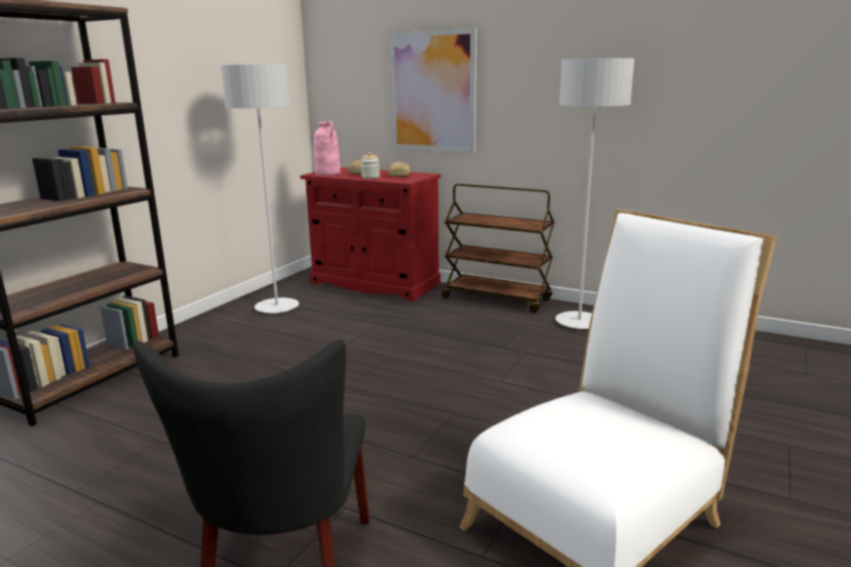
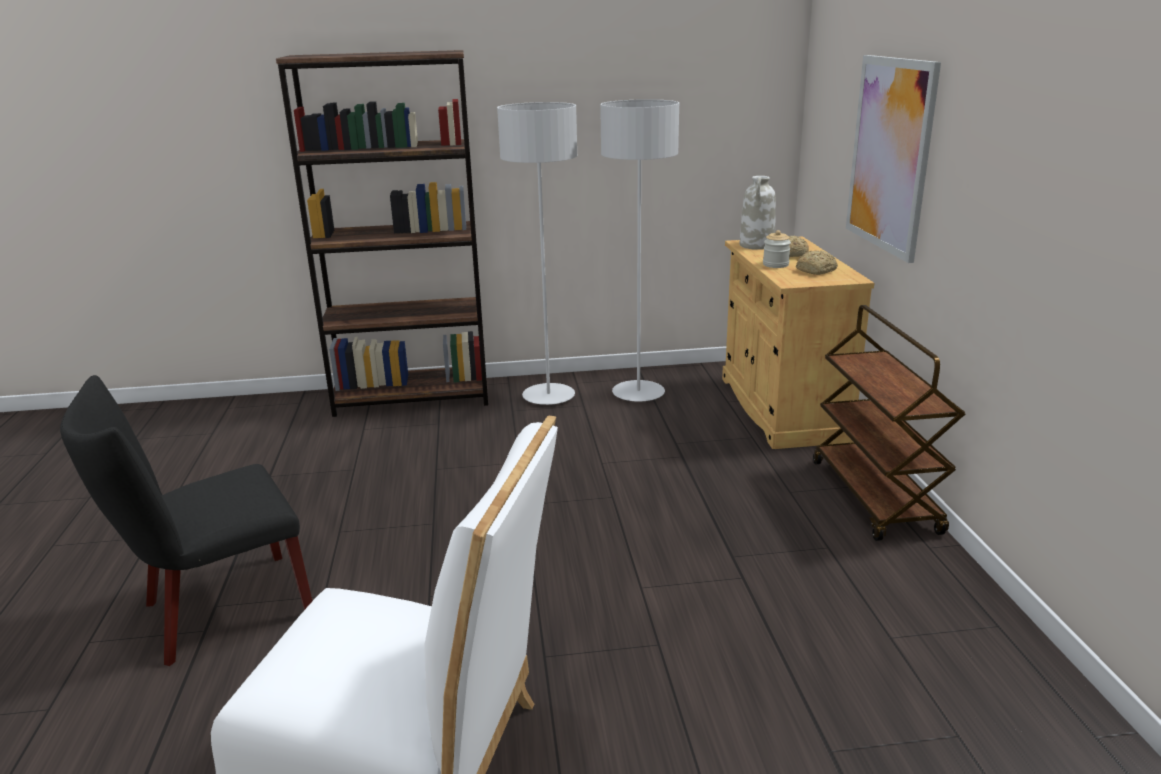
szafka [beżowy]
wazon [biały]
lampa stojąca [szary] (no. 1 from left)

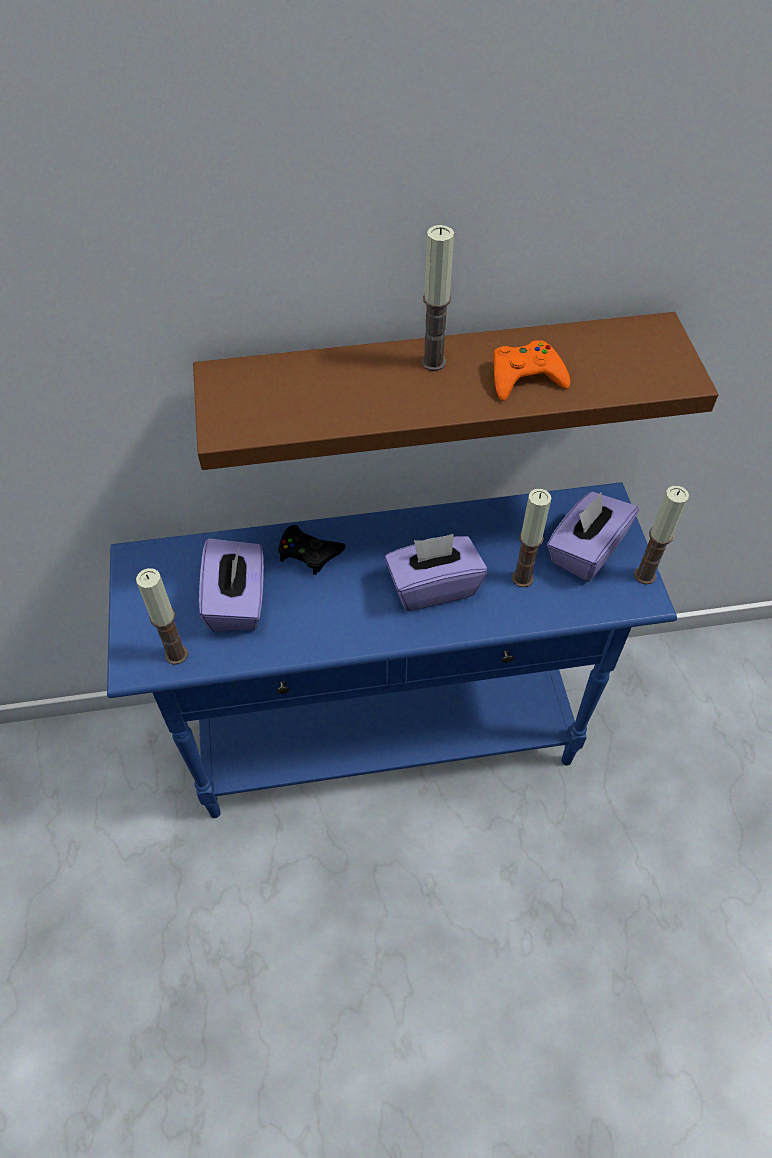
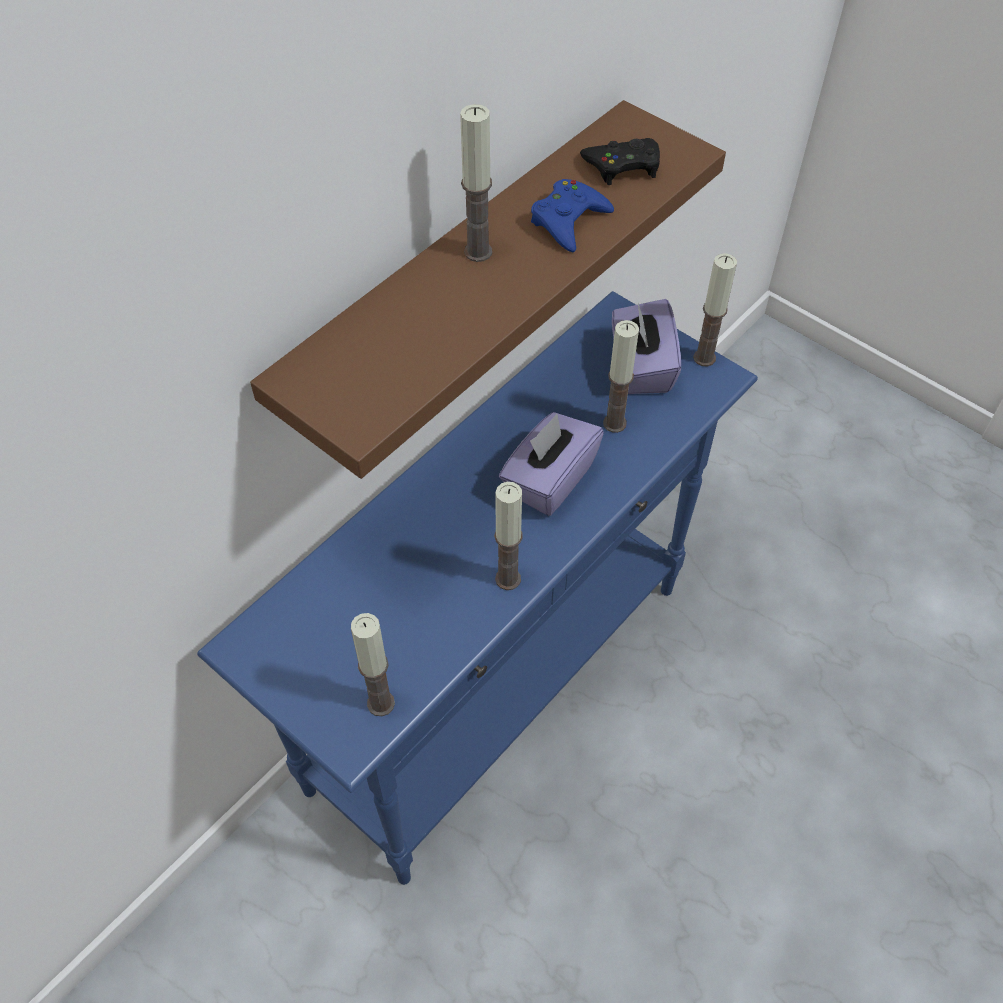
pudełko chusteczek [fioletowy] (no. 1 from left in the first image)
pad do gier [czarny]
pad do gier [niebieski]
świeca (no. 3 from left)

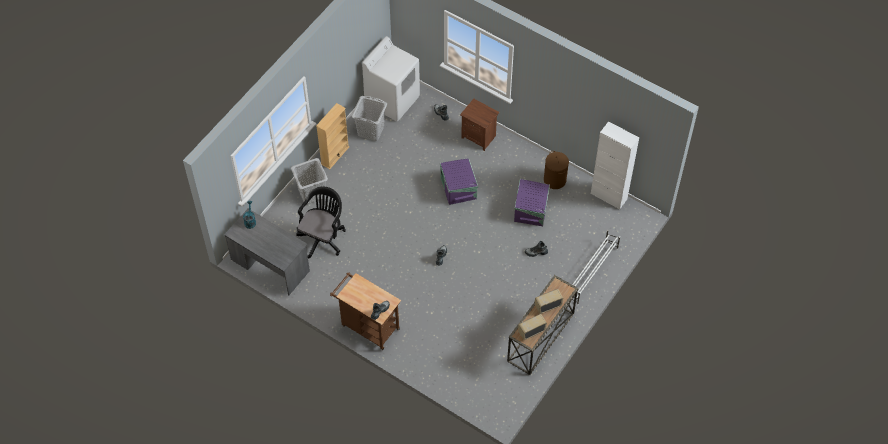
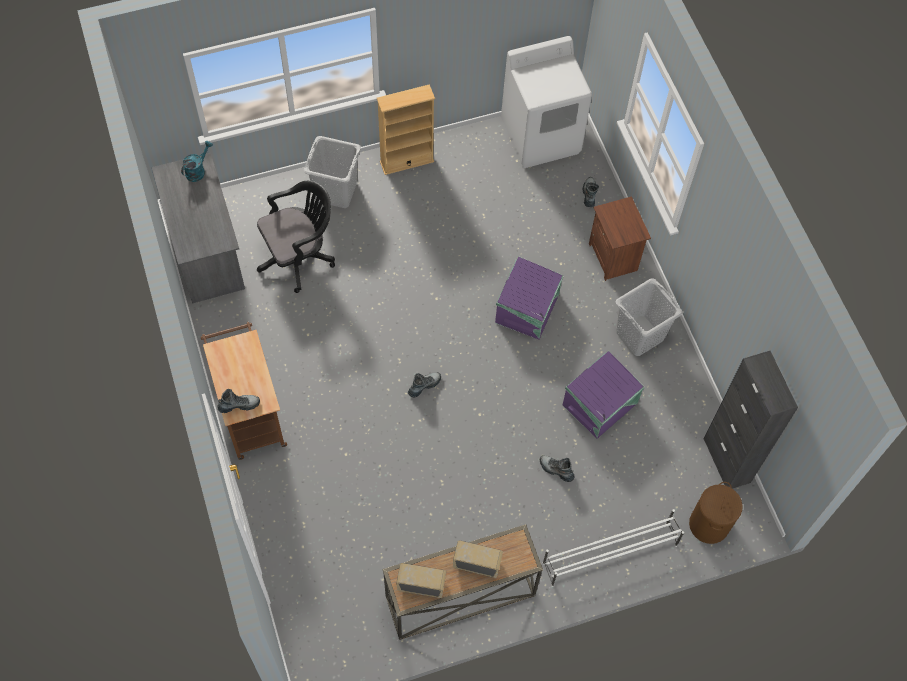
kosz na pranie [szary] (no. 2 from left)
kosz na pranie [brązowy]
szafka [czarny]

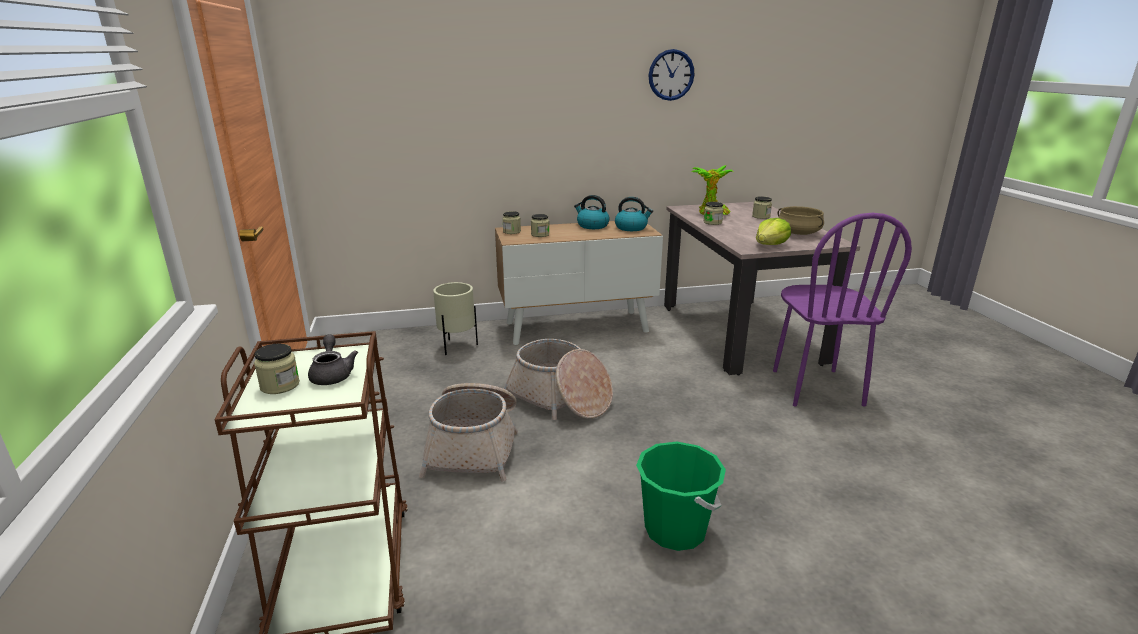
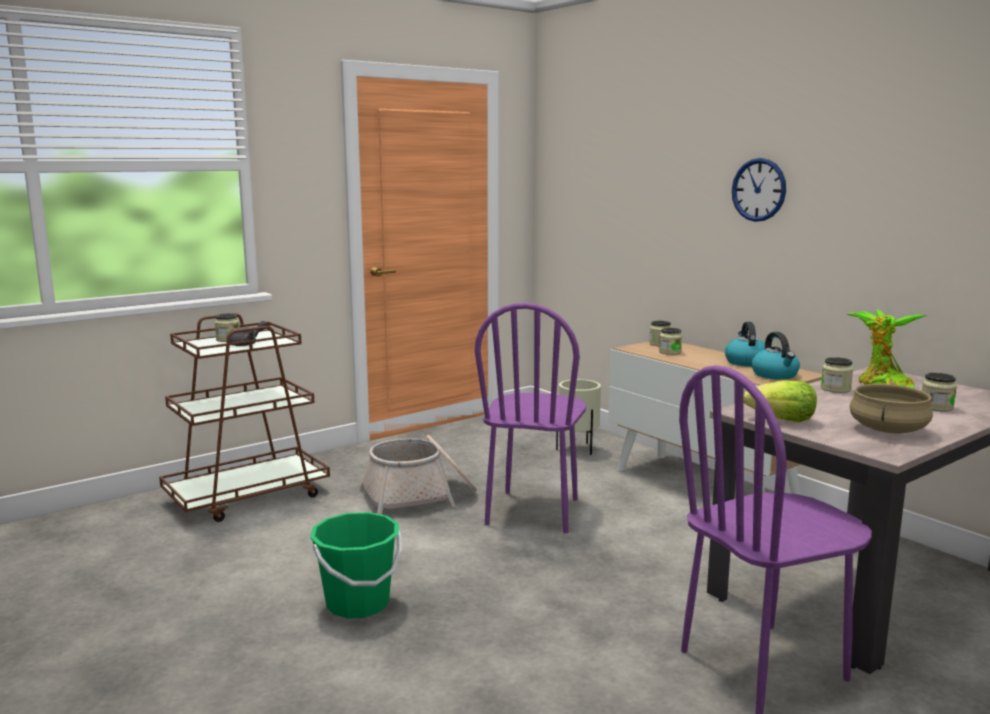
krzesło [fioletowy] (no. 1 from left)
zegar ścienny

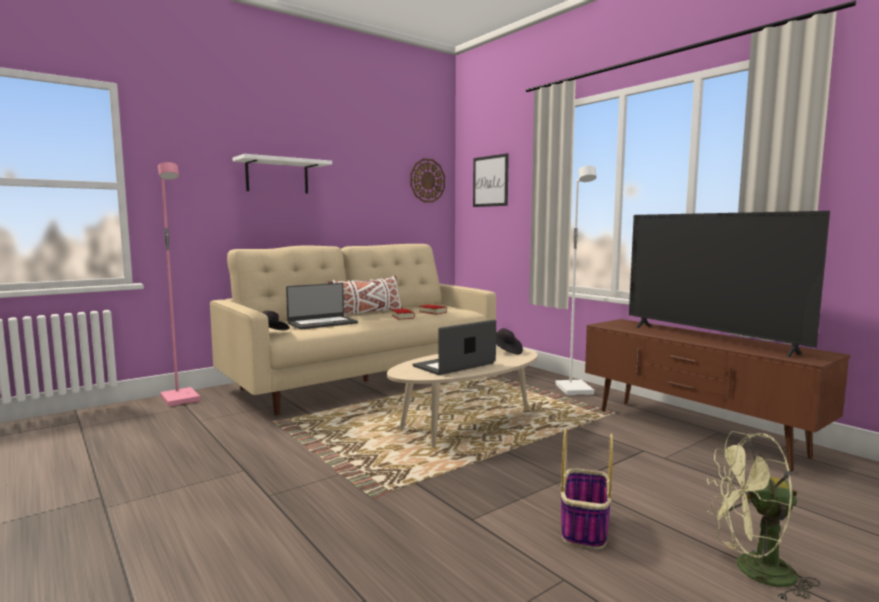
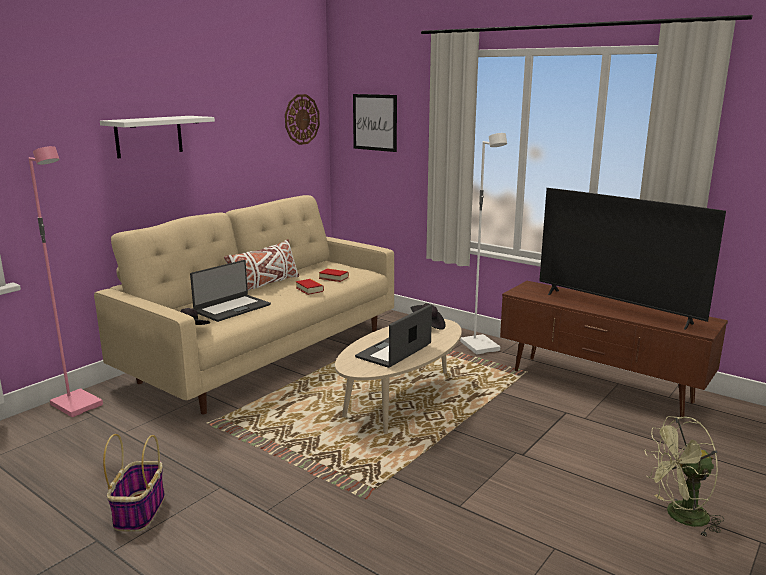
koszyk

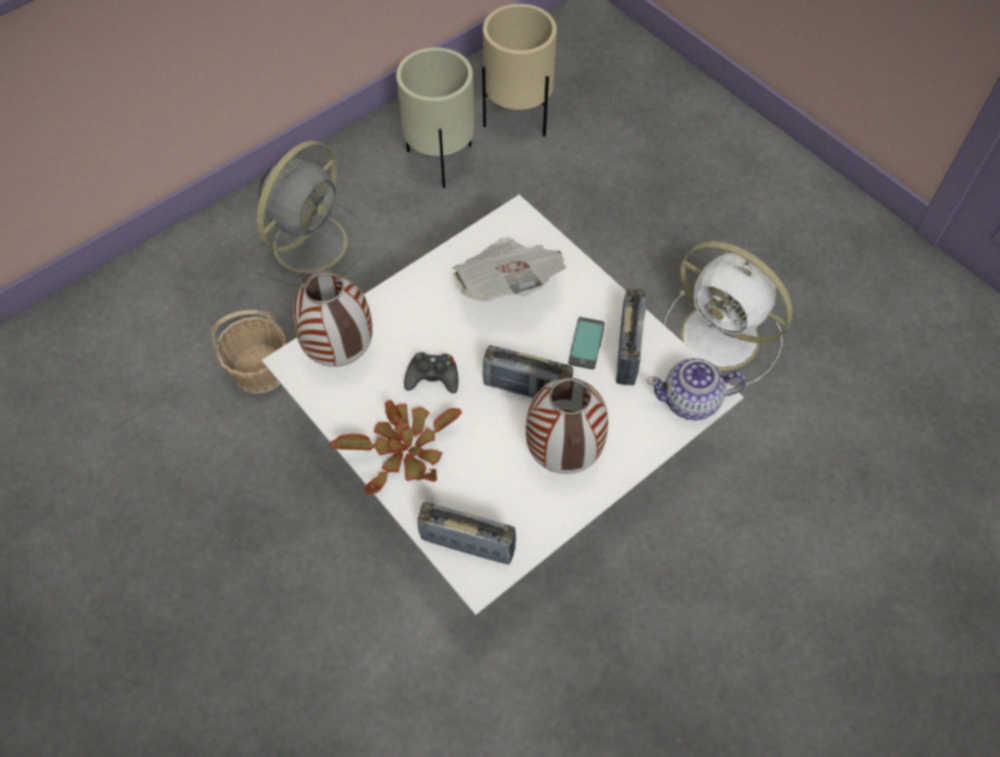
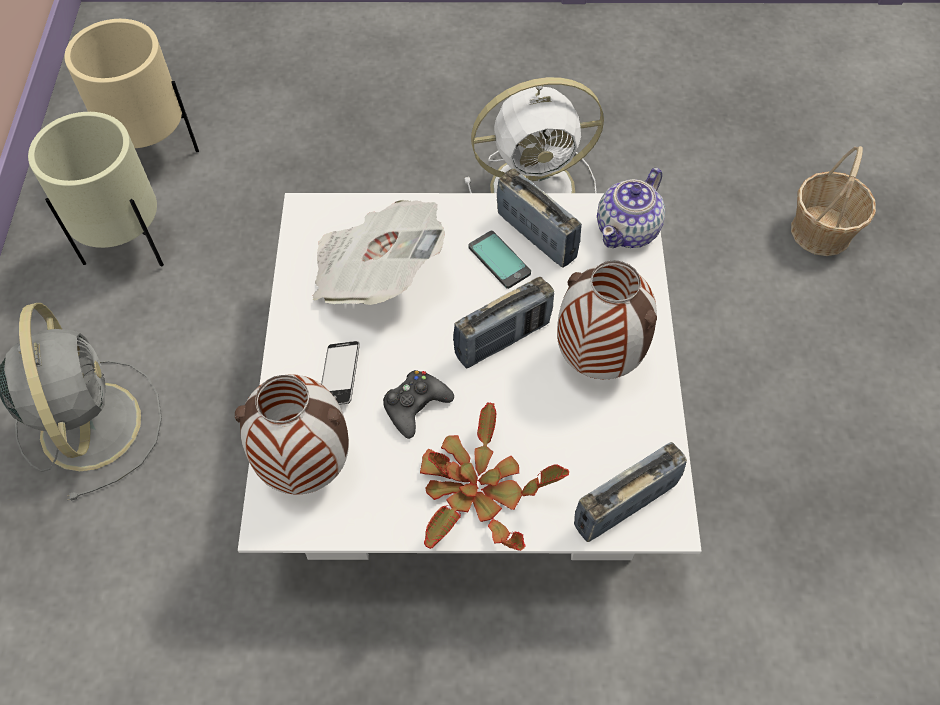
koszyk
telefon (no. 1 from left)

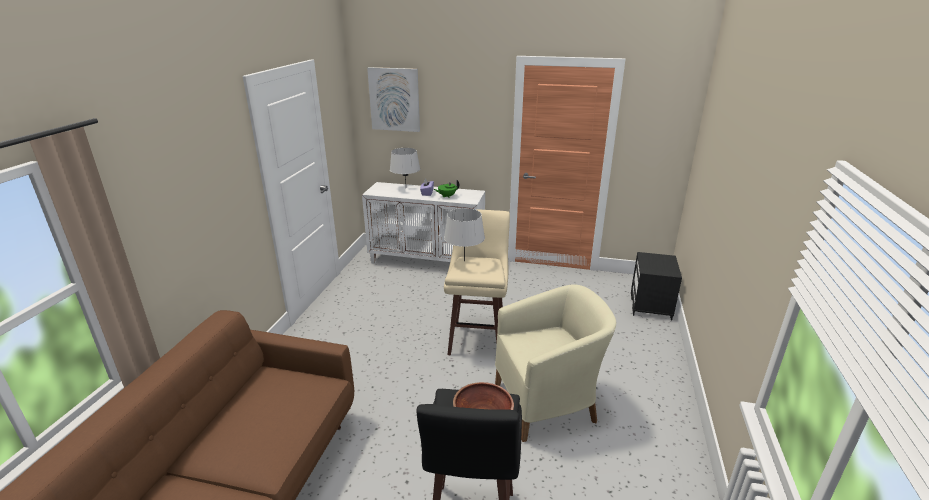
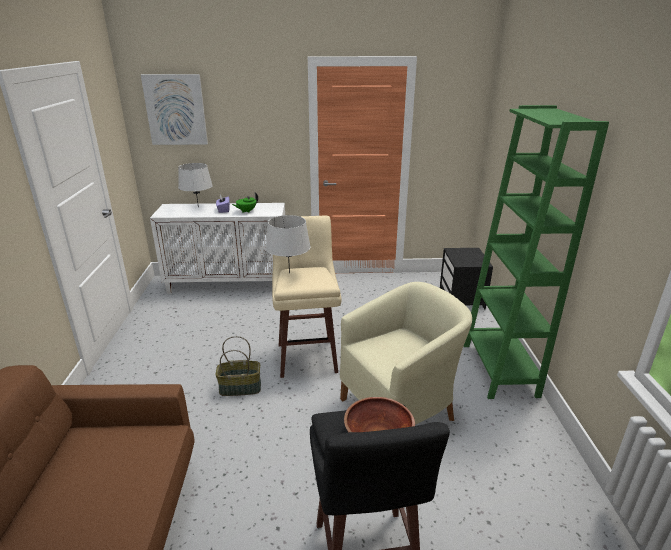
koszyk
regał [zielony]

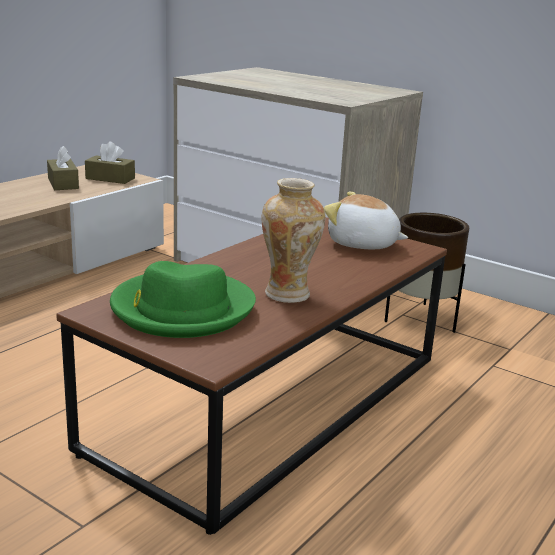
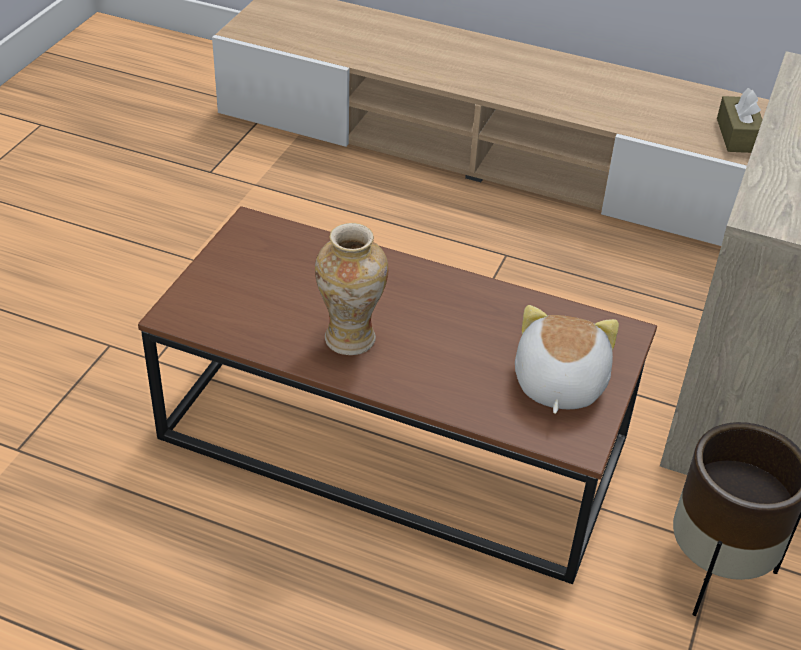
pudełko chusteczek [brązowy] (no. 1 from left in the first image)
kapelusz [zielony]

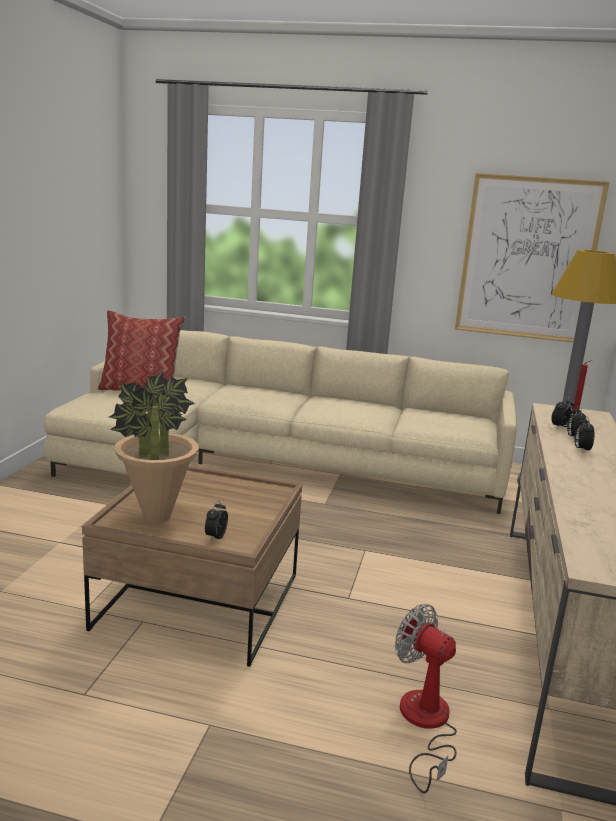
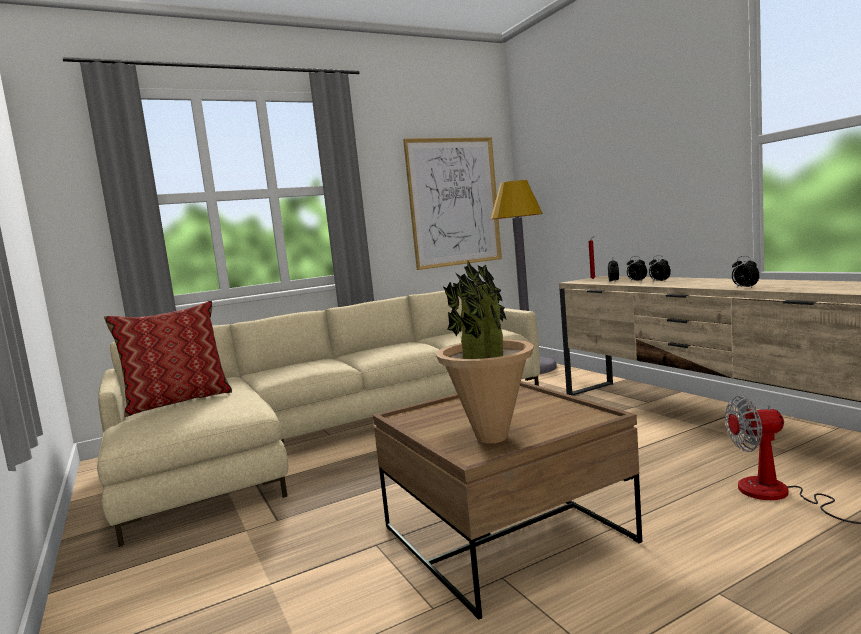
budzik (no. 4 from left)

